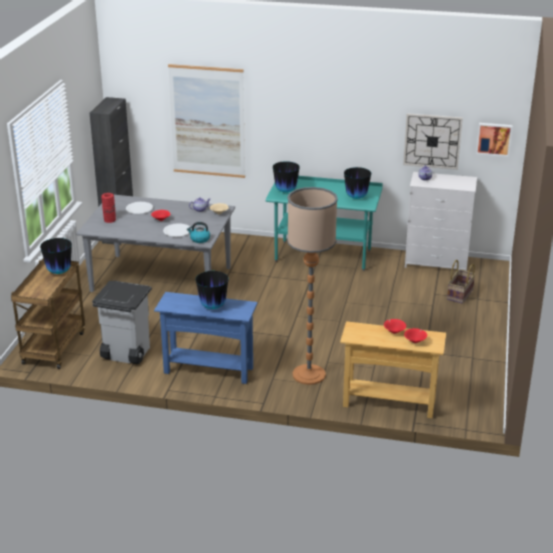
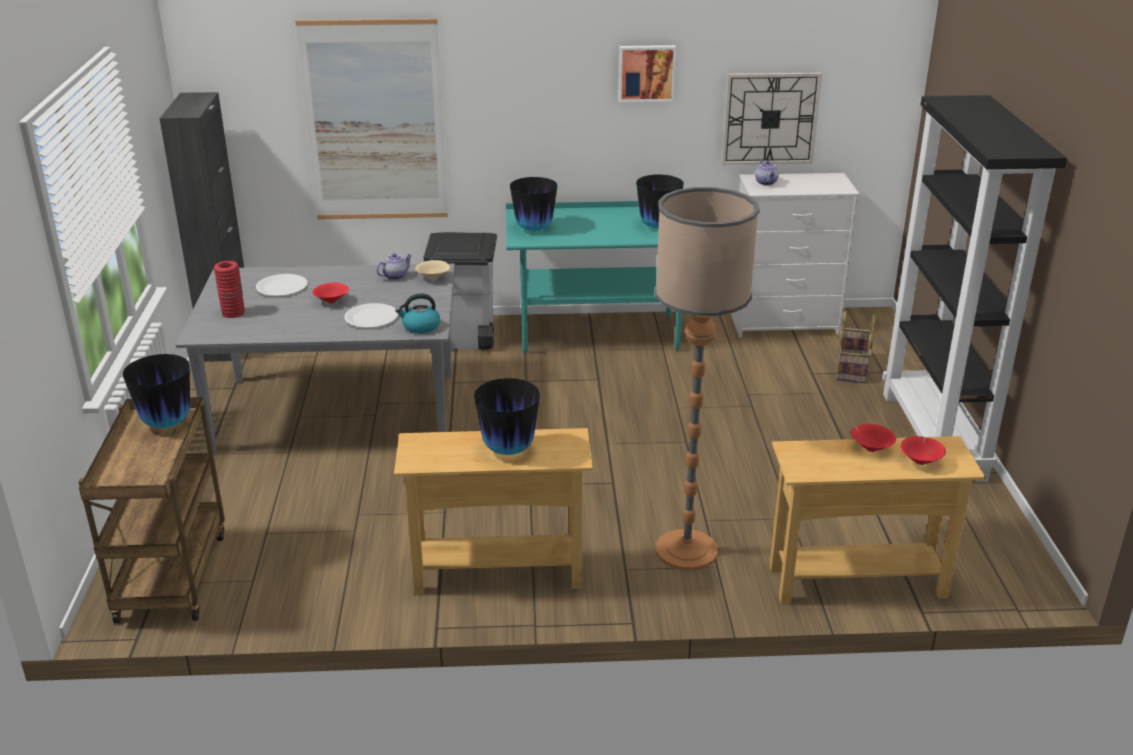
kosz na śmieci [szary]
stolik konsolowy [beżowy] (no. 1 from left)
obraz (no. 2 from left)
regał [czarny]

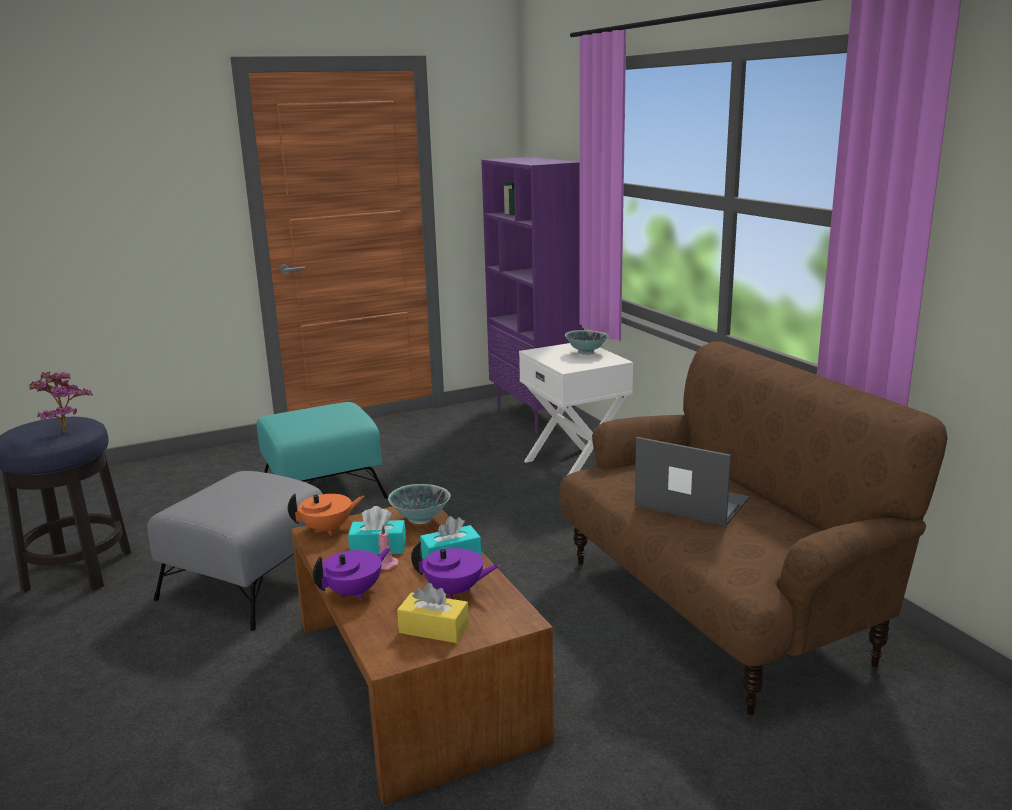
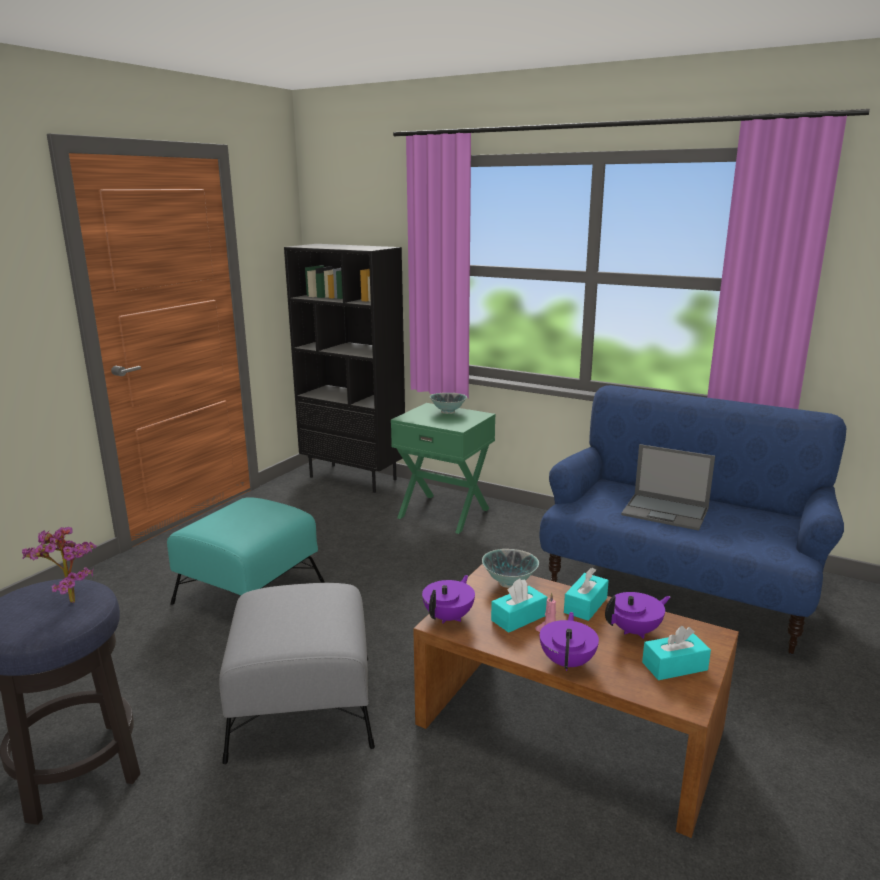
imbryk [fioletowy] (no. 1 from left)
pudełko chusteczek [turkusowy] (no. 3 from left)
regał [czarny]
szafka nocna [zielony]
kanapa [niebieski]
laptop

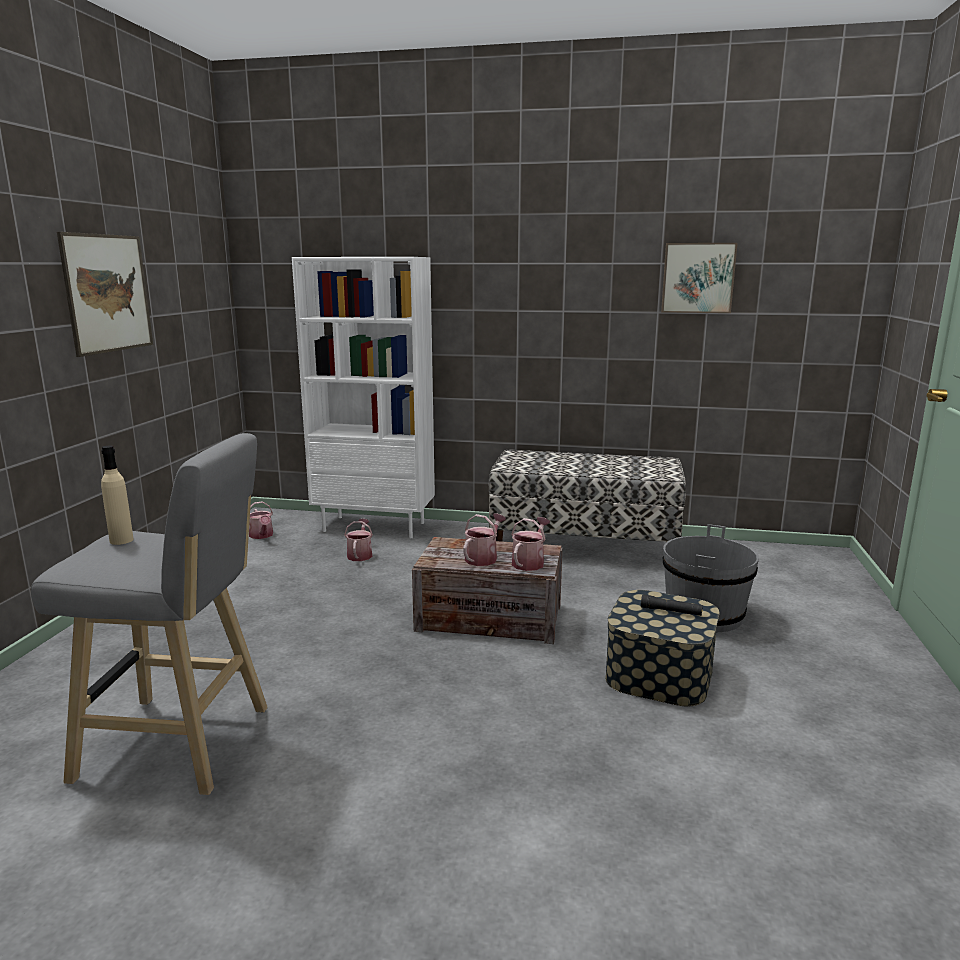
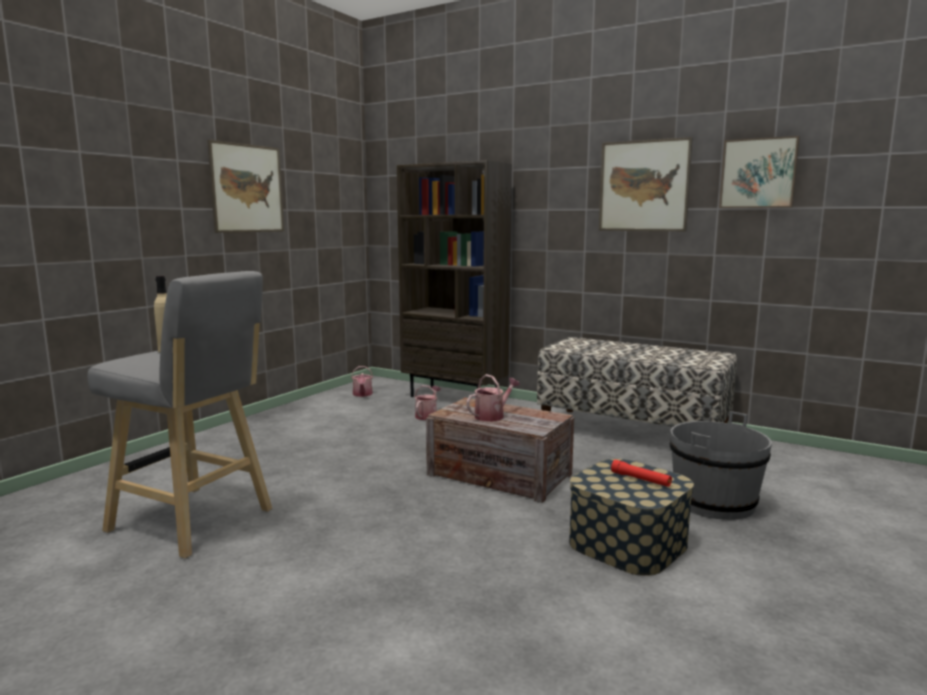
regał [brązowy]
konewka (no. 4 from left in the first image)
latarka [czerwony]
obraz (no. 2 from left)

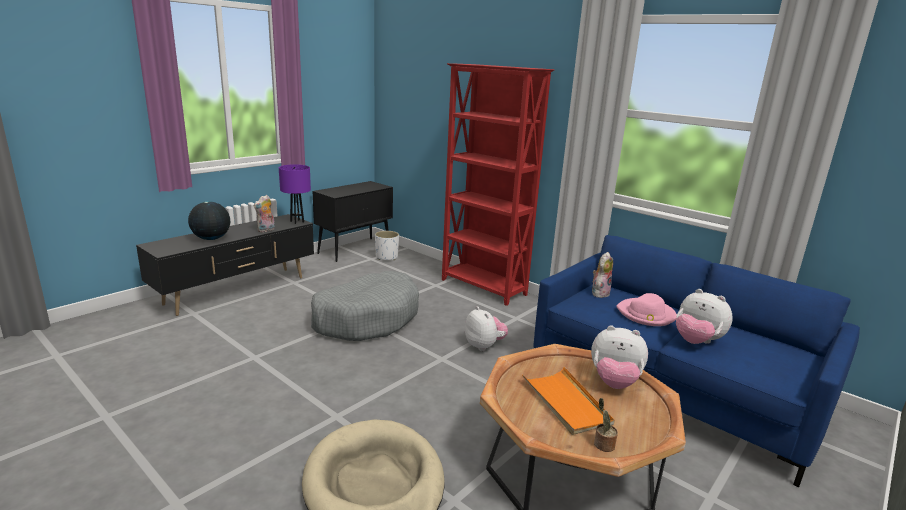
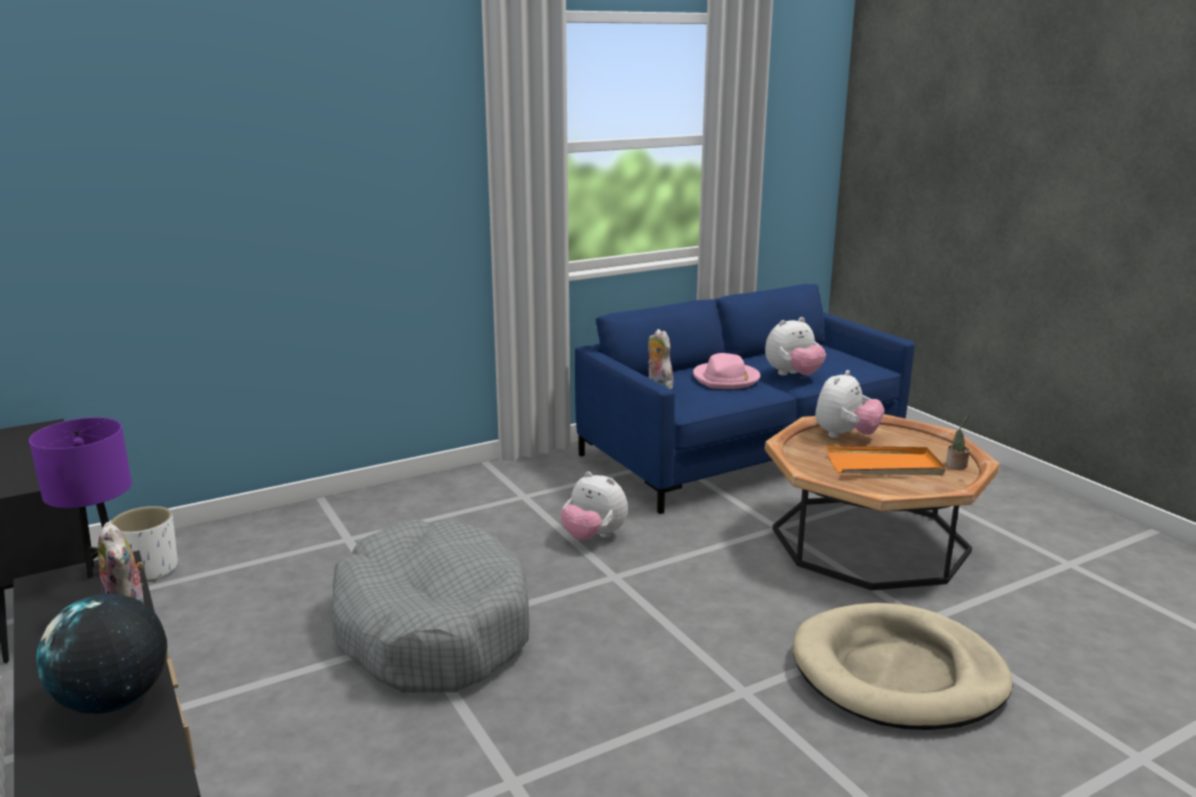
regał [czerwony]
pluszak (no. 2 from left)

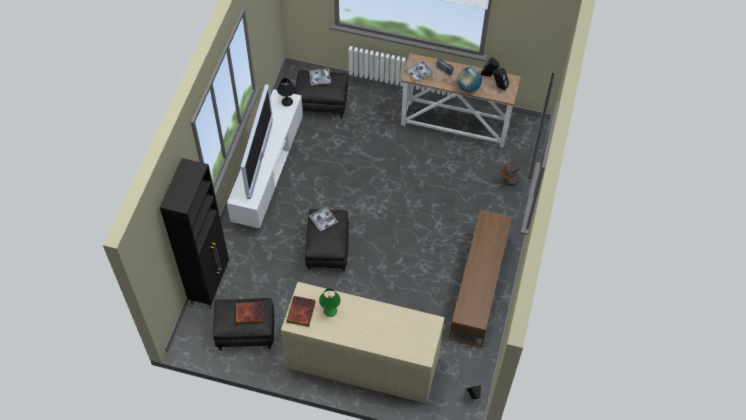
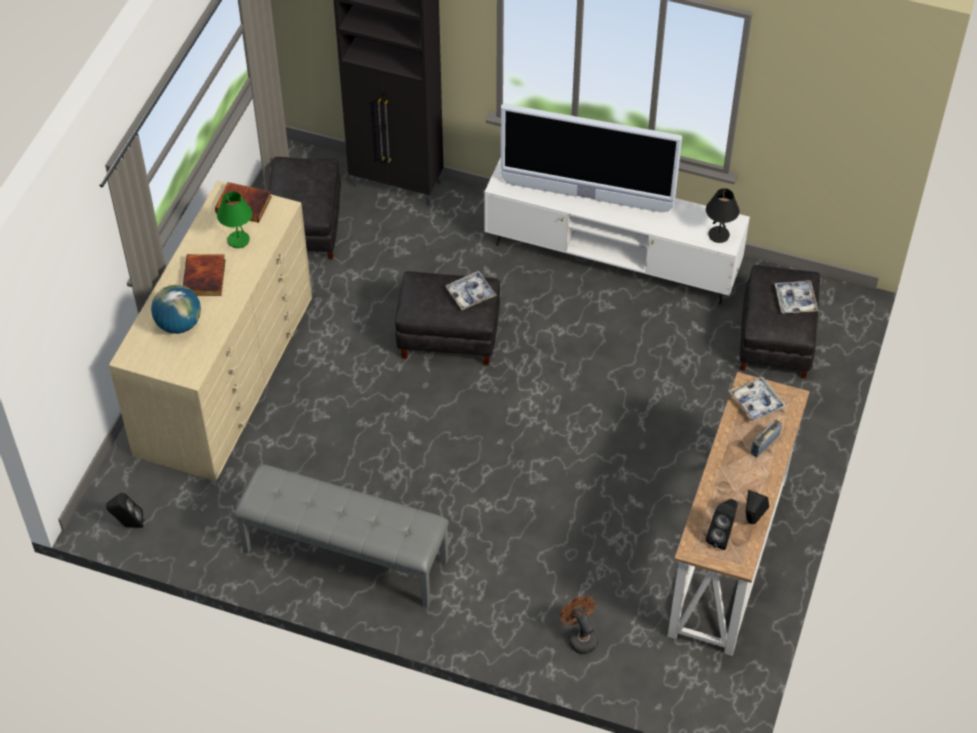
książka (no. 1 from left)
ławka [szary]
globus

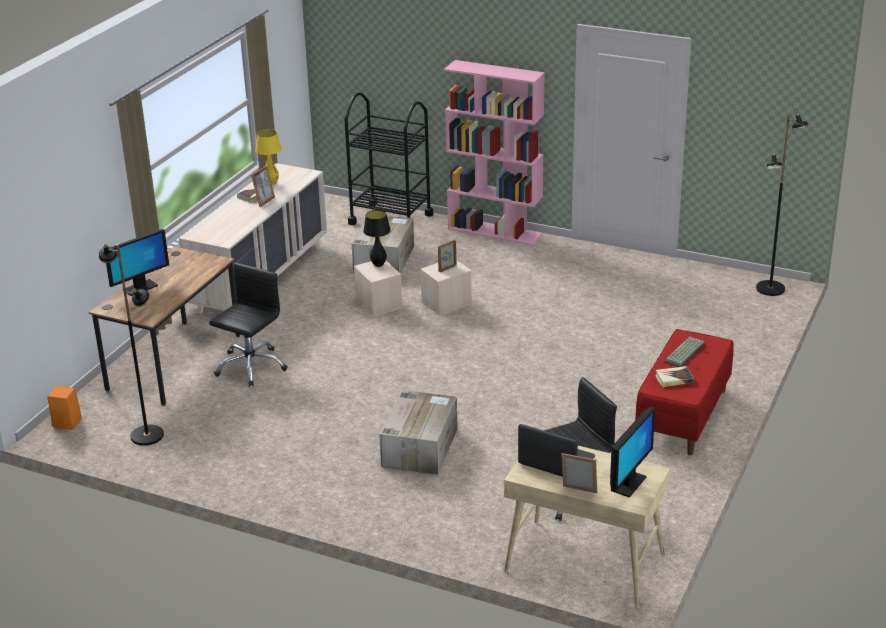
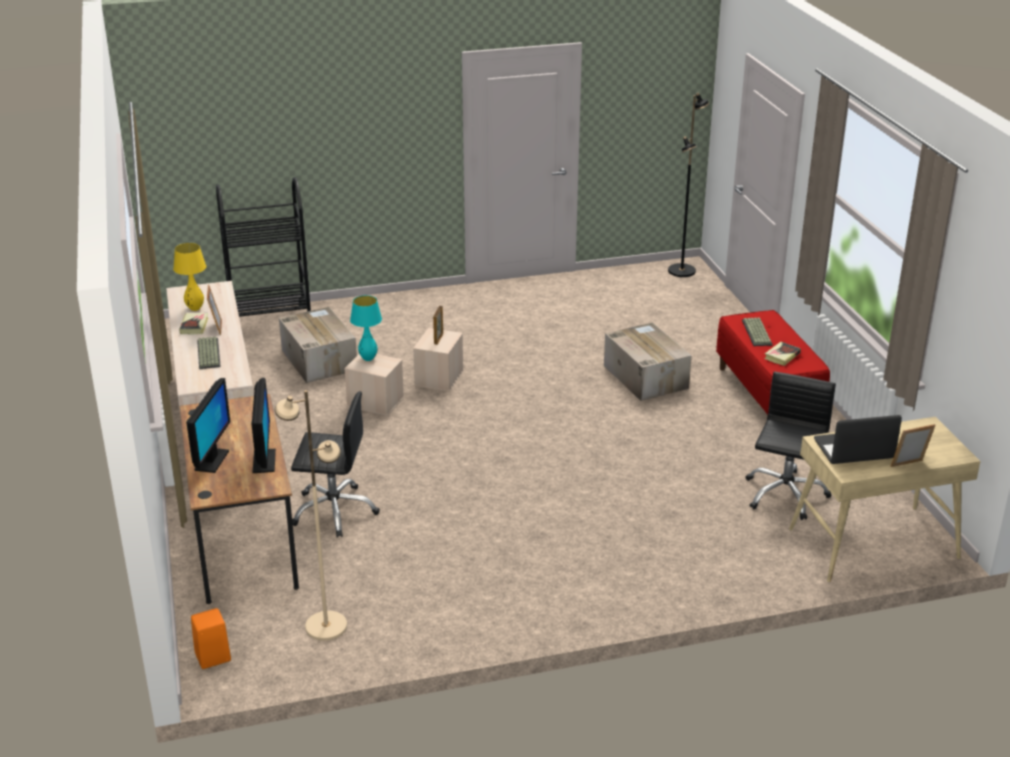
lampa stojąca [beżowy]
krzesło biurowe [czarny] (no. 1 from left)
lampa stołowa [turkusowy]
karton (no. 2 from left)
regał [różowy]
monitor (no. 2 from left)
klawiatura (no. 1 from left)

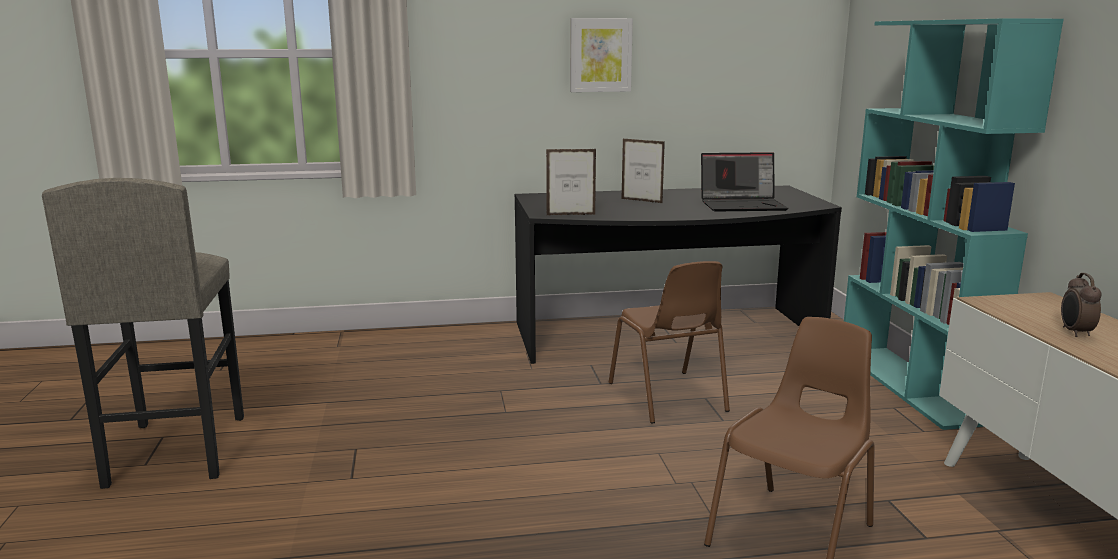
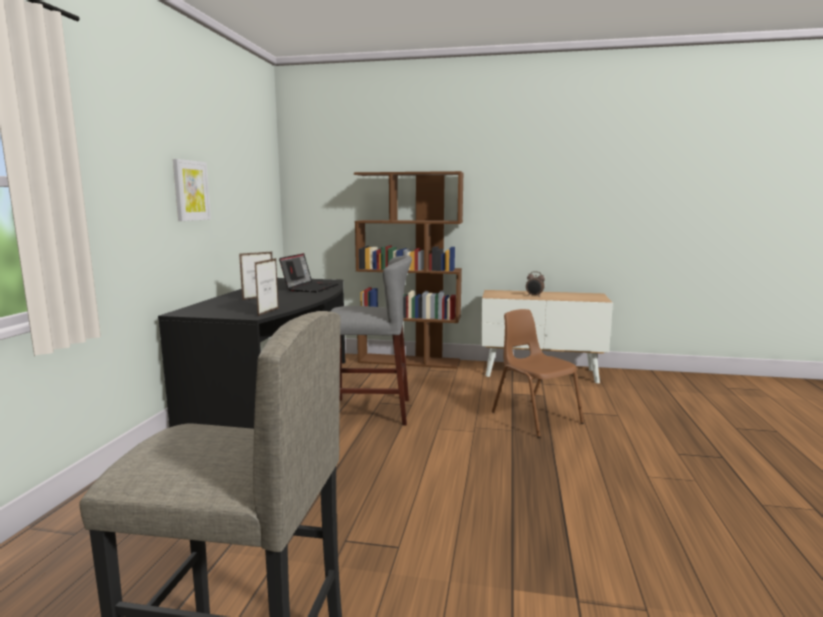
stołek [szary] (no. 2 from left)
regał [brązowy]

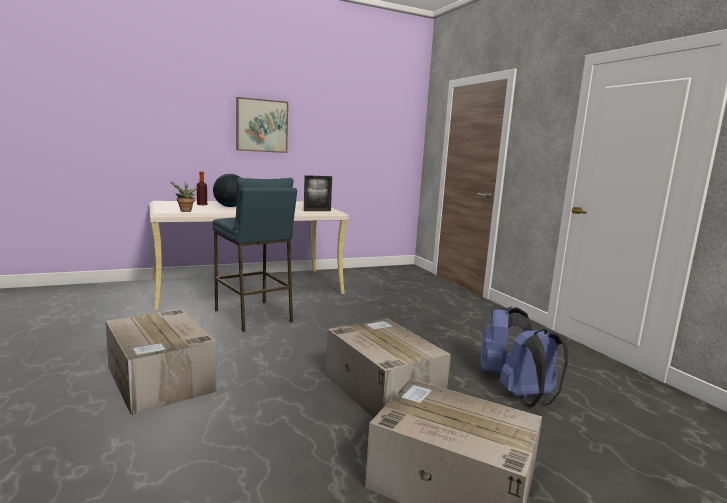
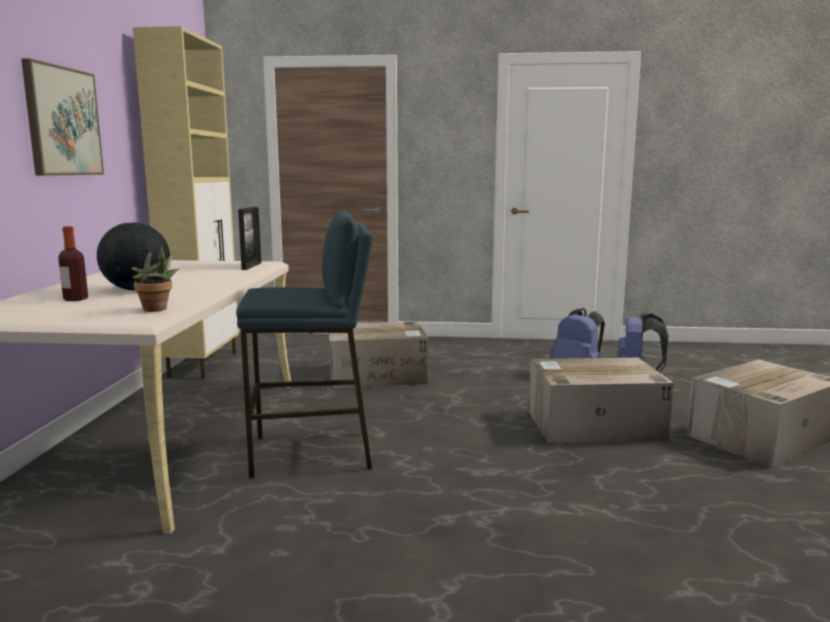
karton (no. 1 from left)
szafka [beżowy]

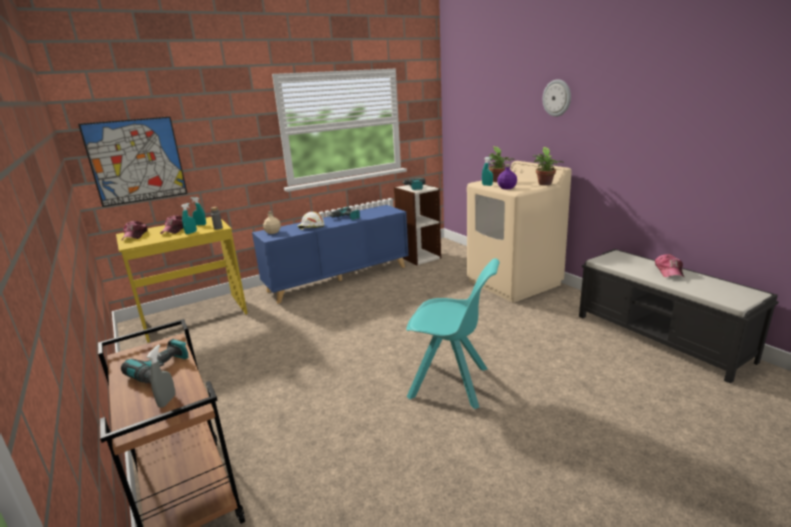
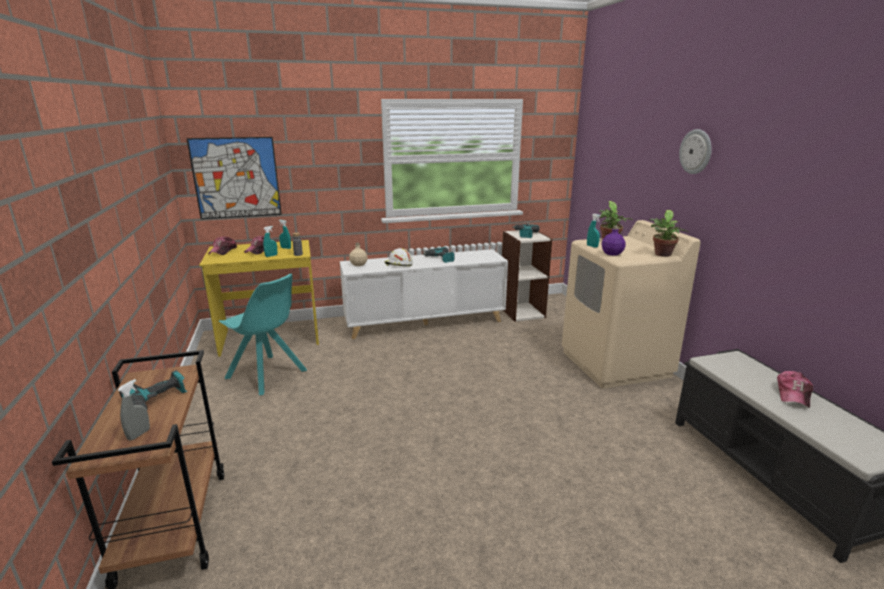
szafka [biały]
krzesło [turkusowy]

